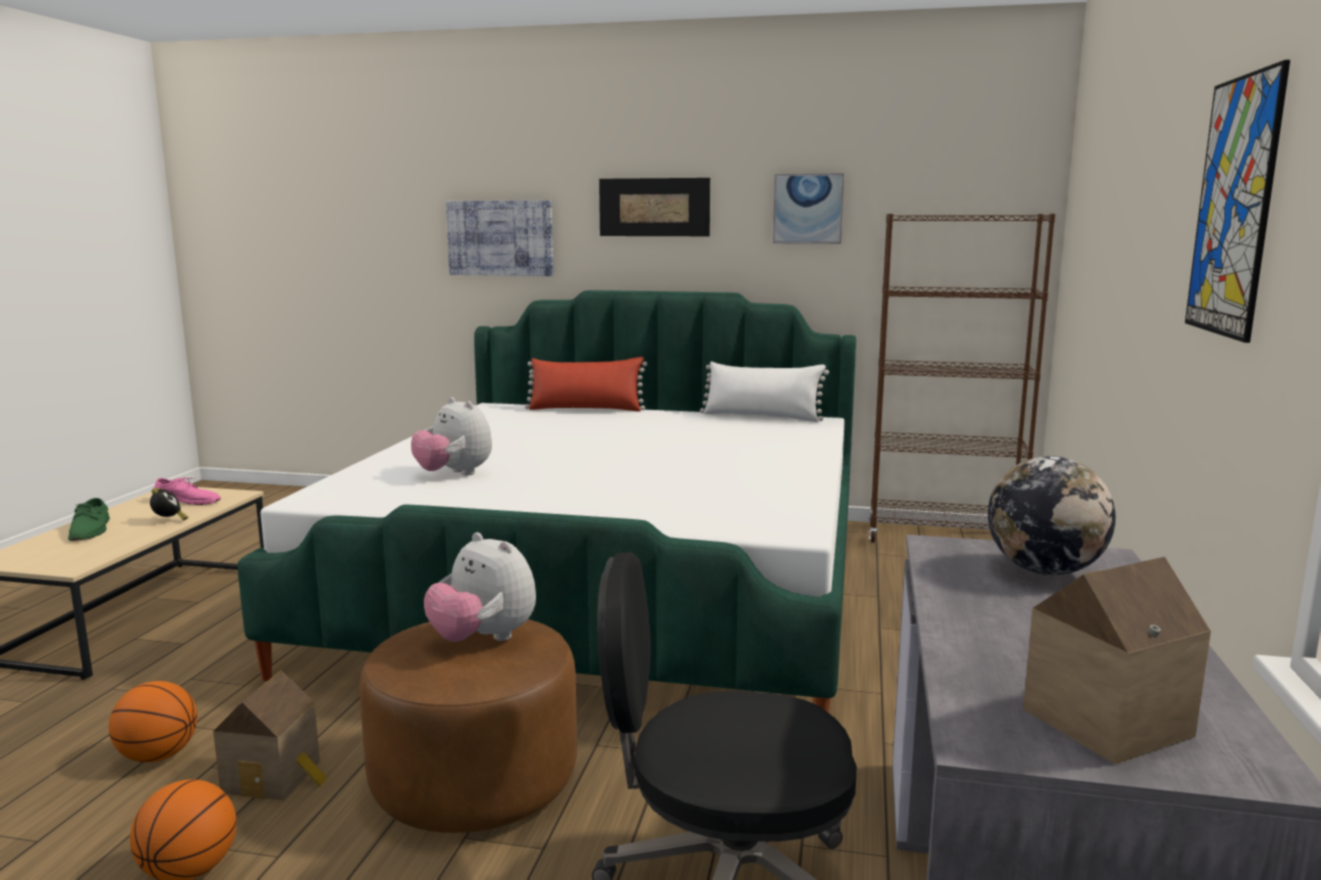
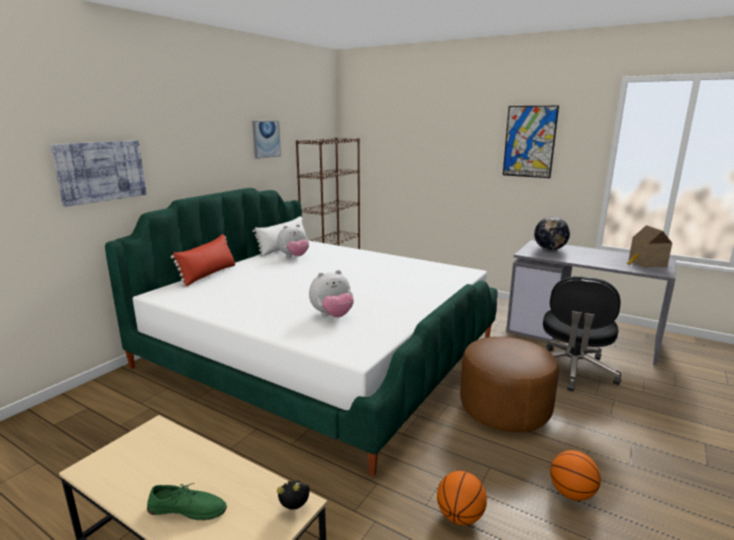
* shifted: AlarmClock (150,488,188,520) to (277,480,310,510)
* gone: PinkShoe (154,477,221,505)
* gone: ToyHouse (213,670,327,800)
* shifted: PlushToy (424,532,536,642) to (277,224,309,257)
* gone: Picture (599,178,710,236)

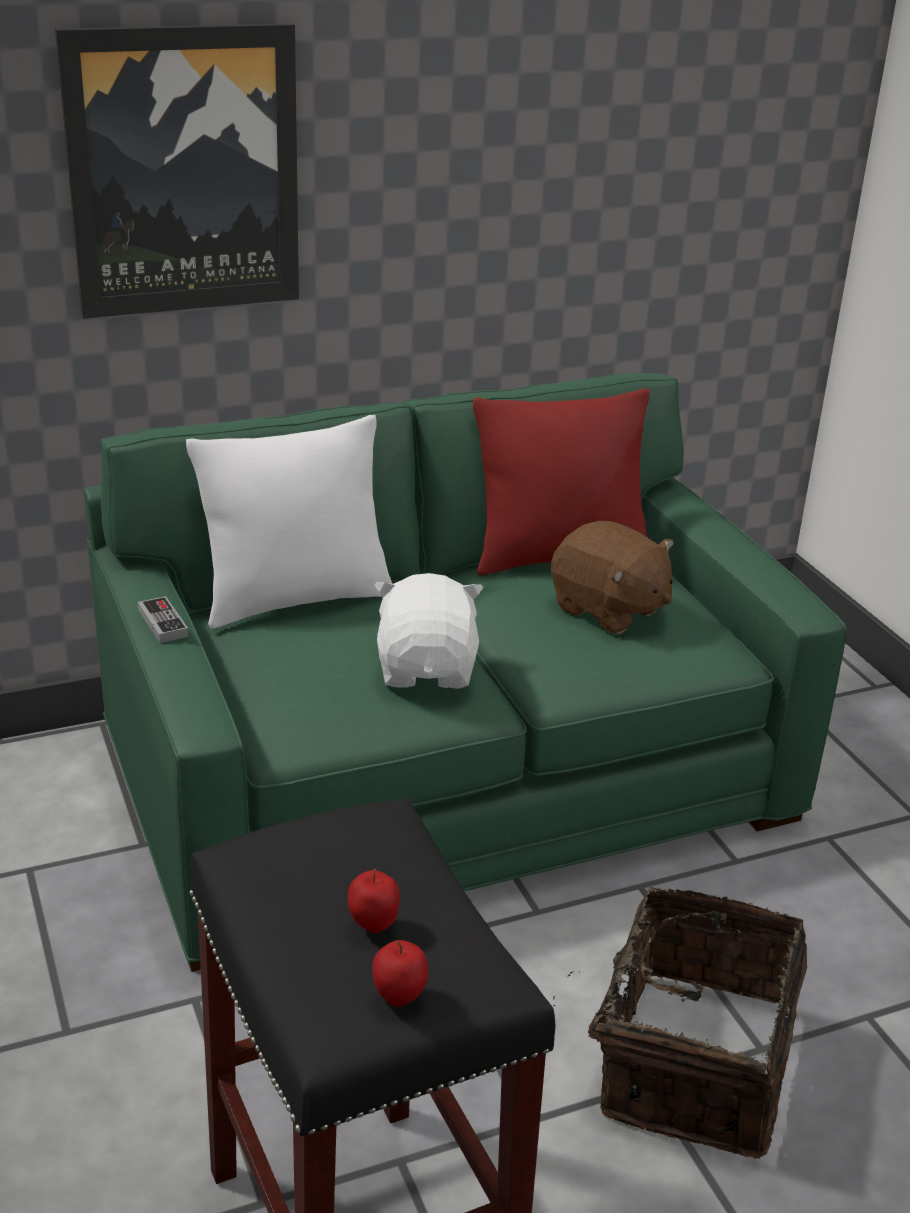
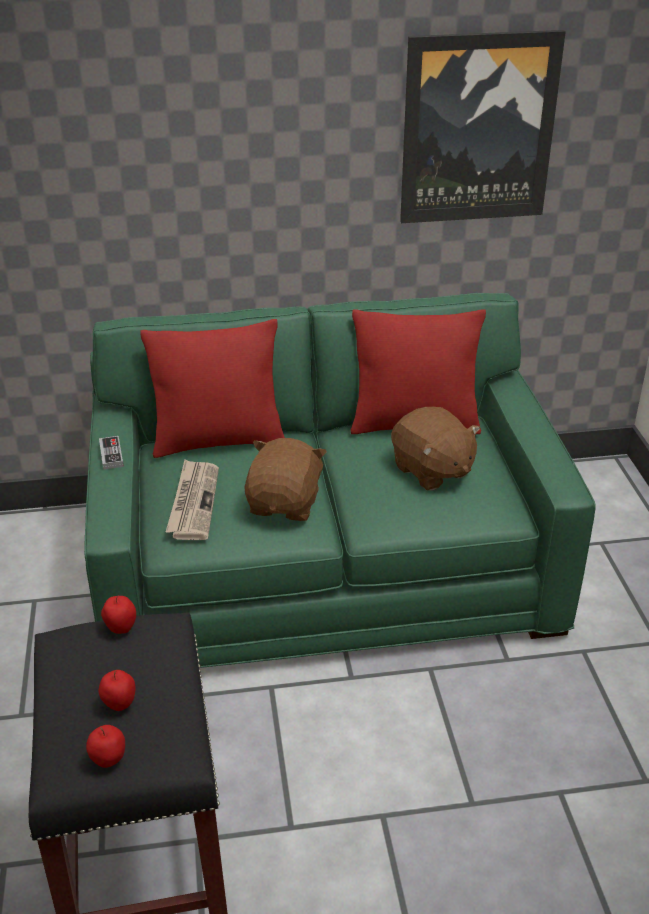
* shifted: Picture (55,23,299,319) to (400,30,566,223)
* repainted: WhitePillow (186,415,392,629) to RedPillow (141,319,285,458)
* repainted: WhitePlushToy (374,573,483,689) to BrownPlushToy (244,438,327,521)
* gone: Basket (553,887,807,1159)
* new: Apple (101,596,136,634)
* new: Newspaper (166,459,219,540)

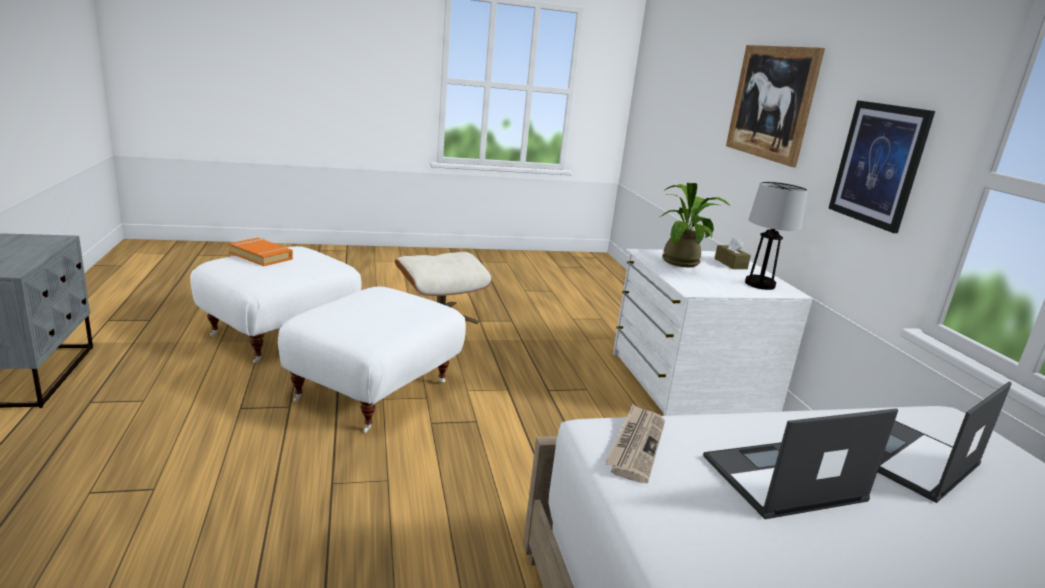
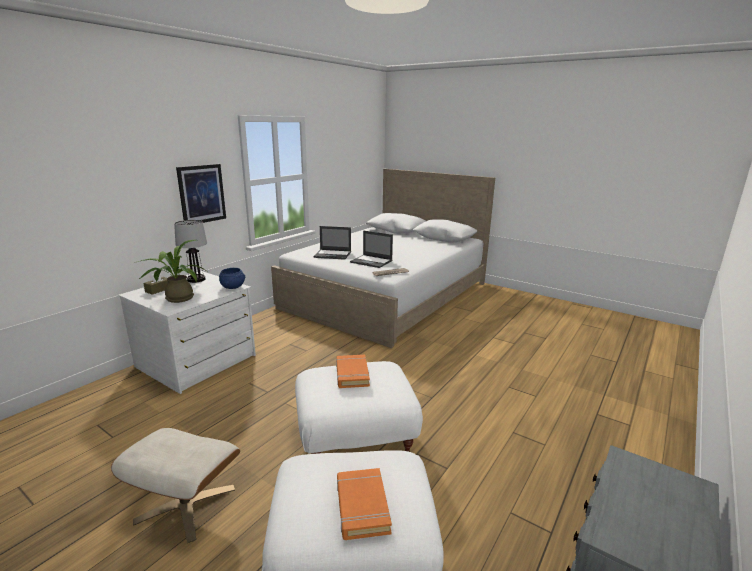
* gone: Picture (726,45,825,167)
* new: BlueBowl (219,268,245,289)
* new: OrangeBook (336,355,370,388)

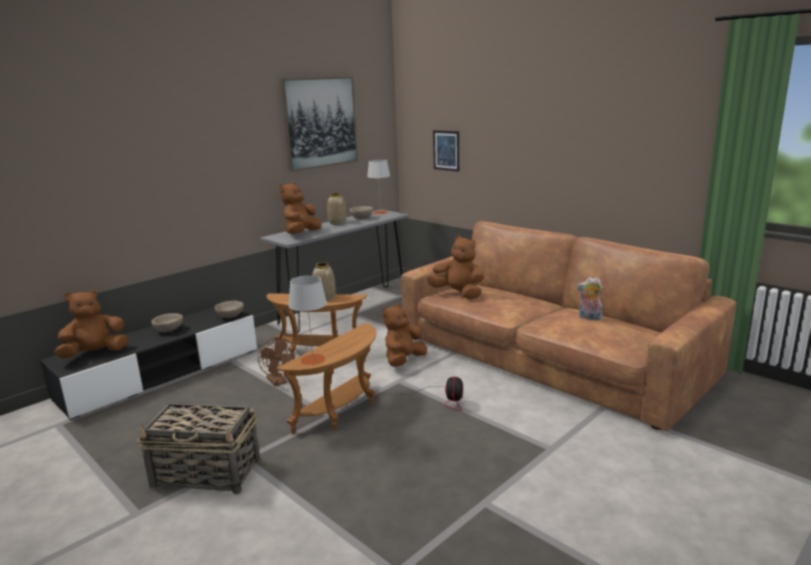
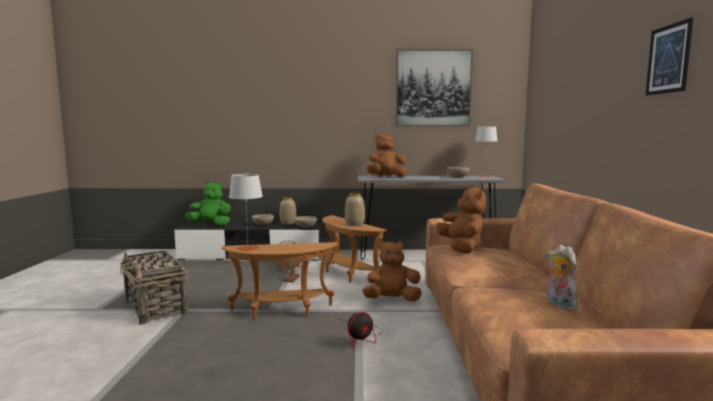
* repainted: BrownPlushToy (54,290,128,358) to GreenPlushToy (186,181,231,226)
* shifted: Vase (327,193,347,225) to (280,197,296,224)
* shifted: Picture (433,130,459,172) to (646,17,693,96)

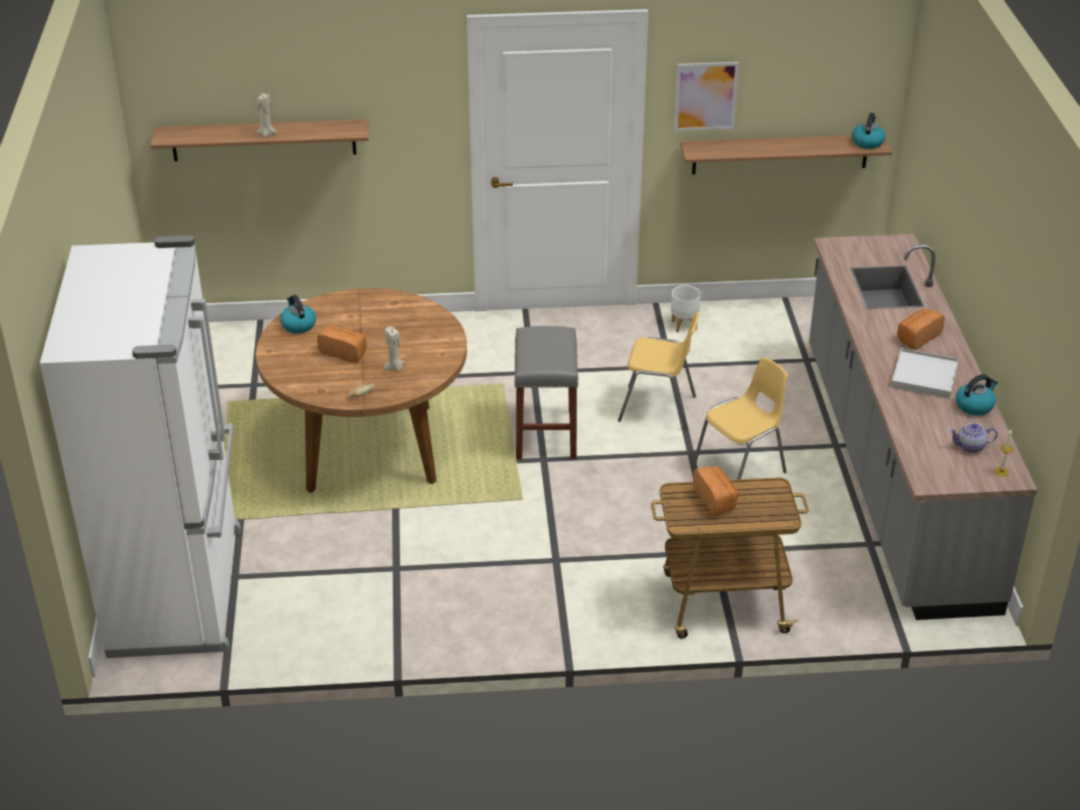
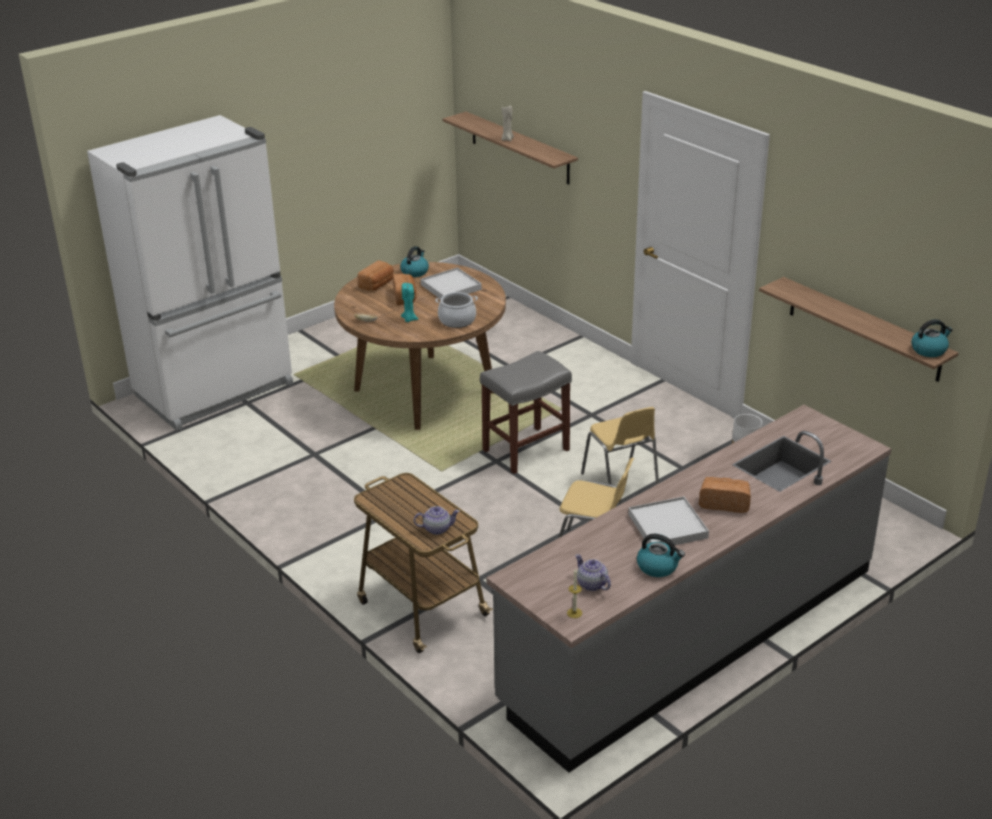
* repainted: BeigeCandle (383,326,404,371) to TurquoiseCandle (401,283,418,322)
* gone: Picture (674,62,739,131)
* shifted: Bread (693,466,738,516) to (357,260,393,291)
* new: Teapot (414,506,460,535)
* new: WhiteTray (420,267,482,299)
* new: CookingPot (435,292,478,328)

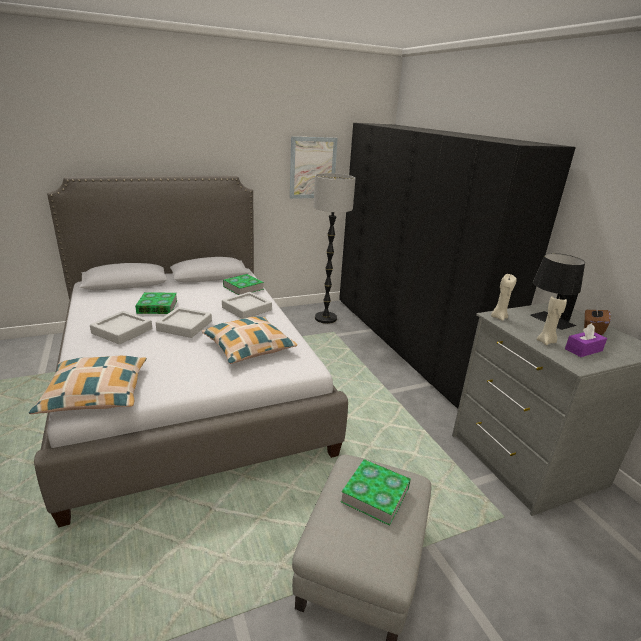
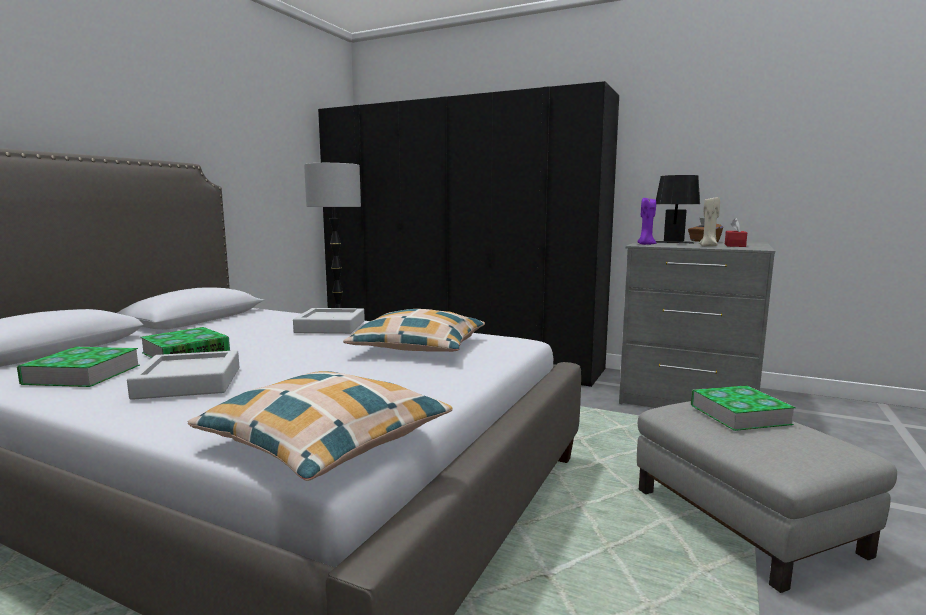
* gone: GreyTray (156,307,212,338)
* shifted: Book (223,274,264,295) to (17,347,140,387)
* gone: Picture (290,136,338,199)
* repainted: BeigeCandle (491,274,517,321) to PurpleCandle (637,198,656,245)
* repainted: PurpleTissueBox (565,323,607,357) to RedTissueBox (725,218,747,247)

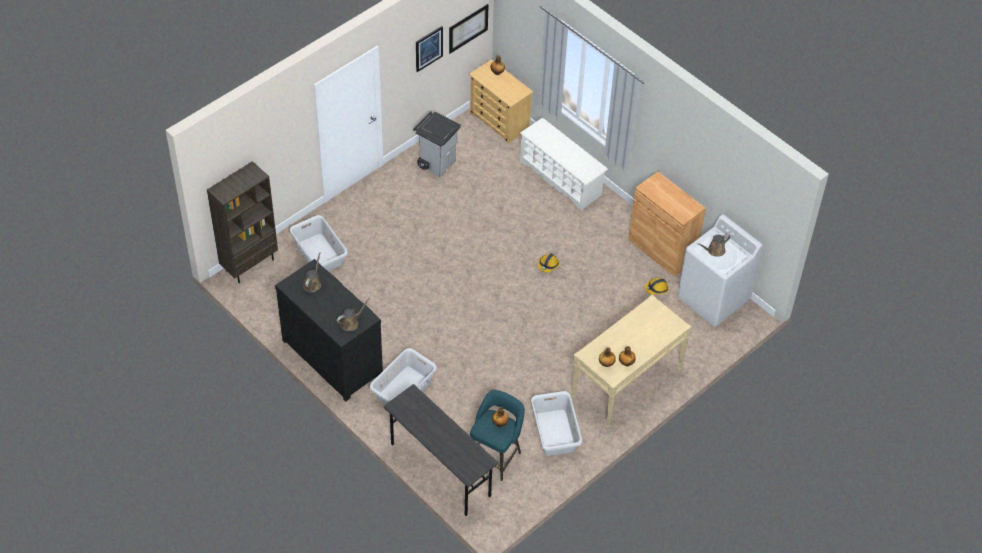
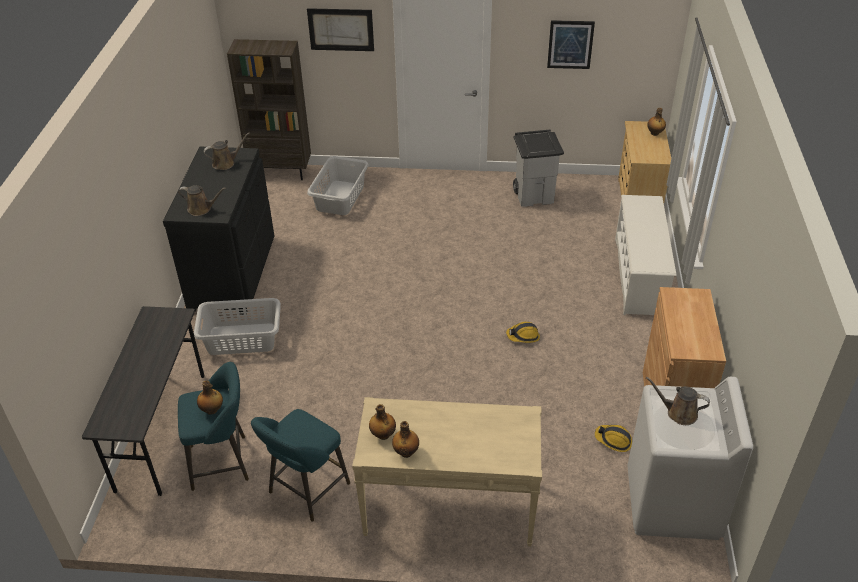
* shifted: Picture (449,4,489,54) to (307,8,374,51)
* swapped: GreyLaundryBasket (531,391,582,456) to TurquoiseStool (251,409,350,522)

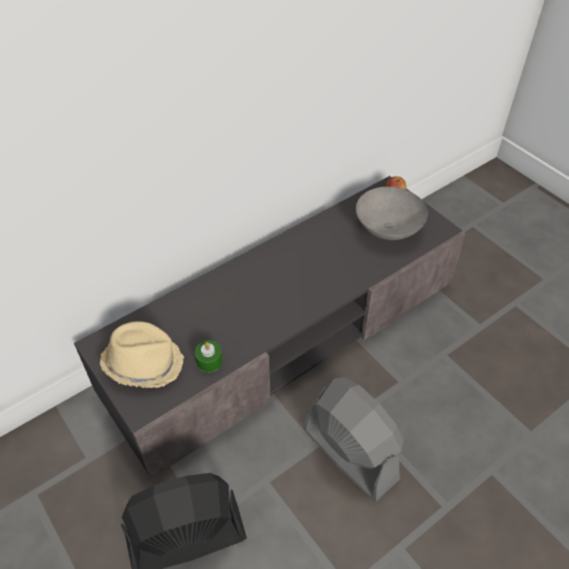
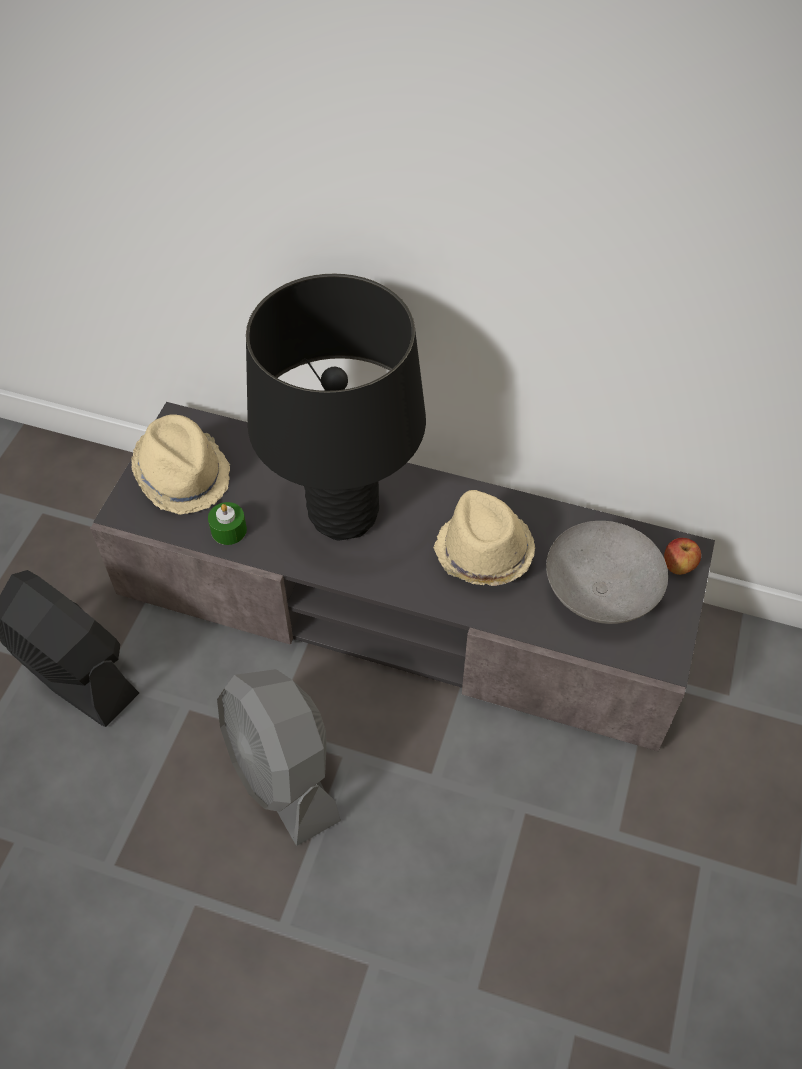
* rotated: GreyFan (303,377,403,501) = (217,669,341,846) 135 degrees clockwise
* new: BlackTableLamp (246,274,426,541)
* new: BeigeHat (433,490,535,586)

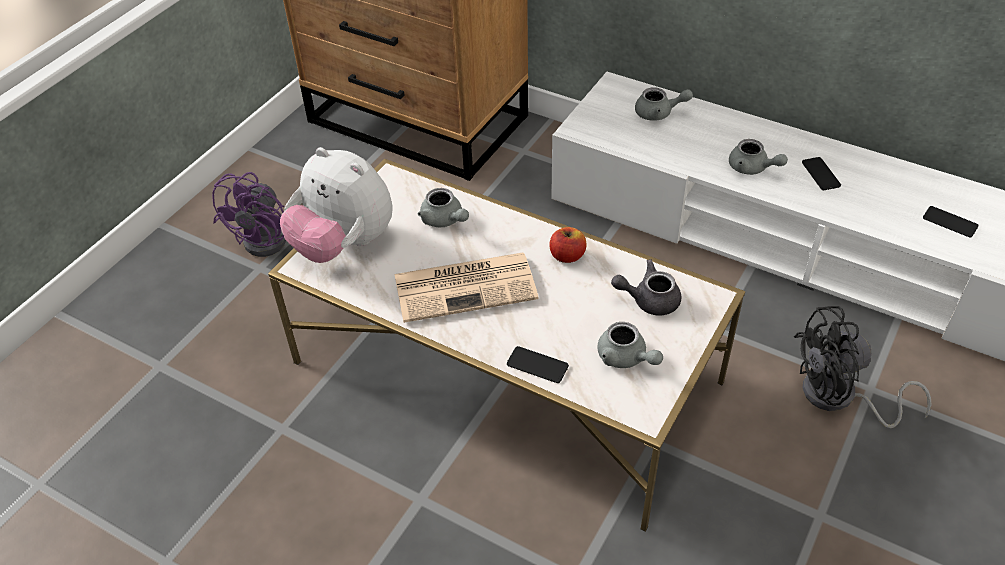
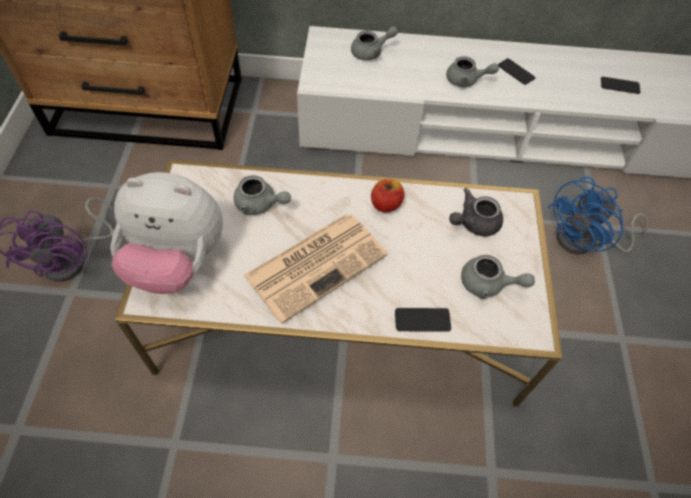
* repainted: BlackFan (794,306,932,428) to BlueFan (548,176,649,254)

